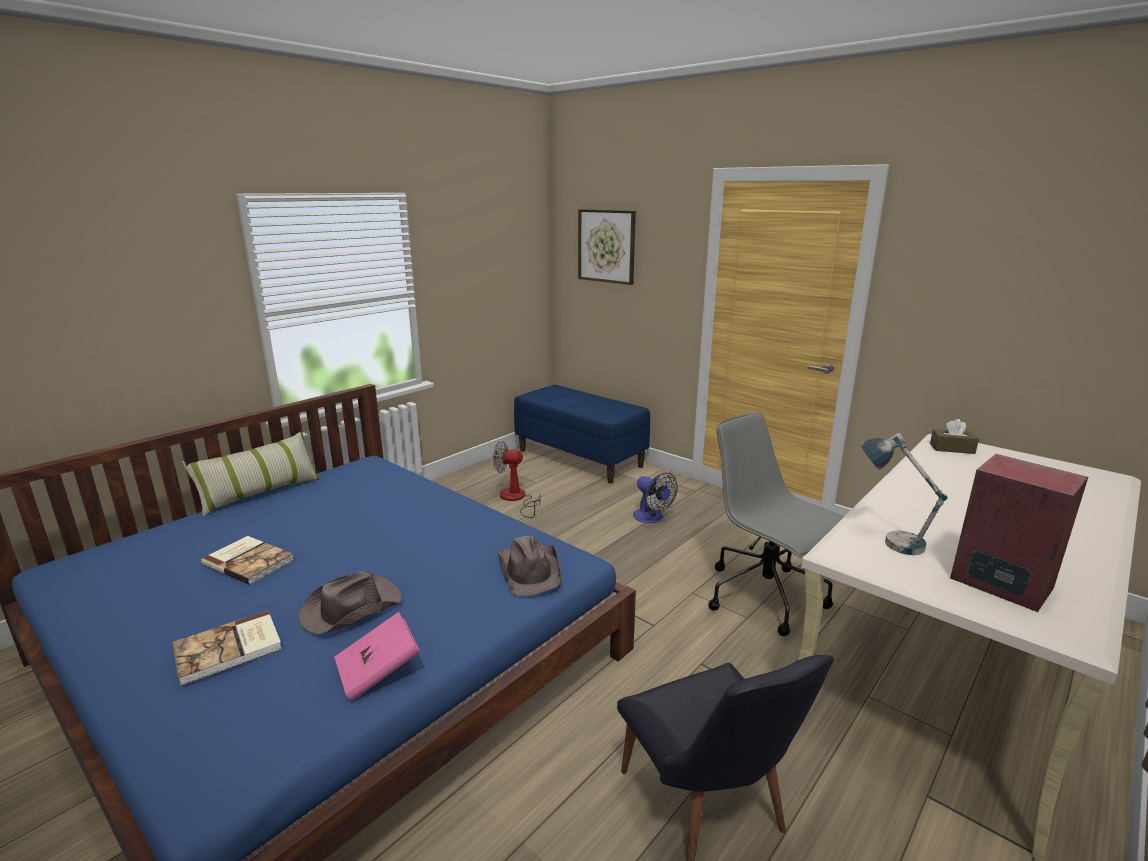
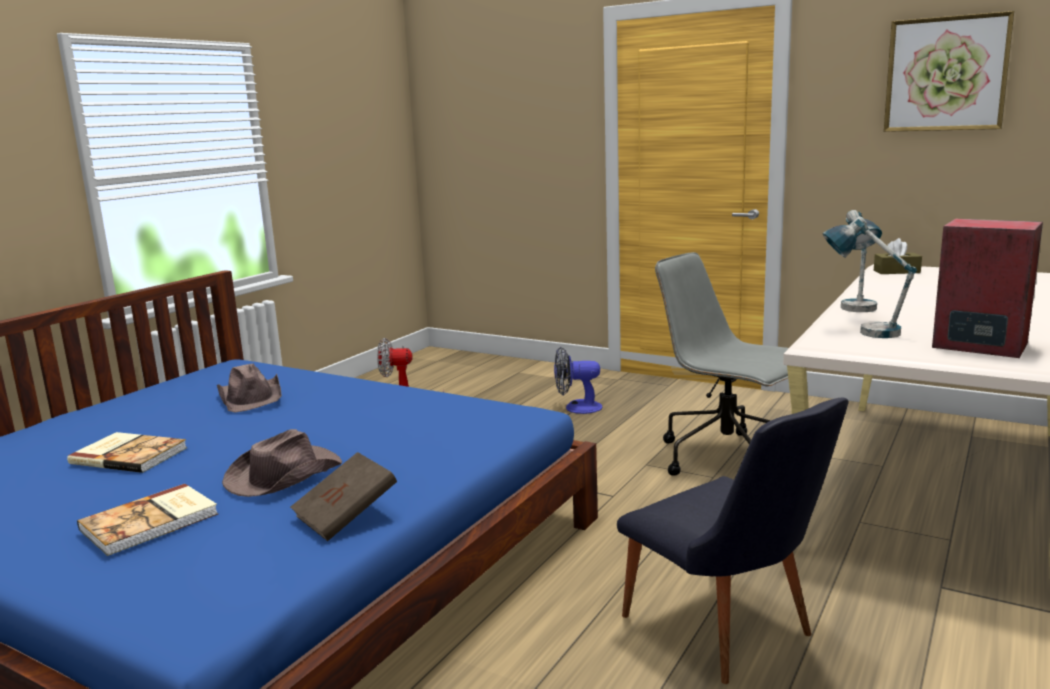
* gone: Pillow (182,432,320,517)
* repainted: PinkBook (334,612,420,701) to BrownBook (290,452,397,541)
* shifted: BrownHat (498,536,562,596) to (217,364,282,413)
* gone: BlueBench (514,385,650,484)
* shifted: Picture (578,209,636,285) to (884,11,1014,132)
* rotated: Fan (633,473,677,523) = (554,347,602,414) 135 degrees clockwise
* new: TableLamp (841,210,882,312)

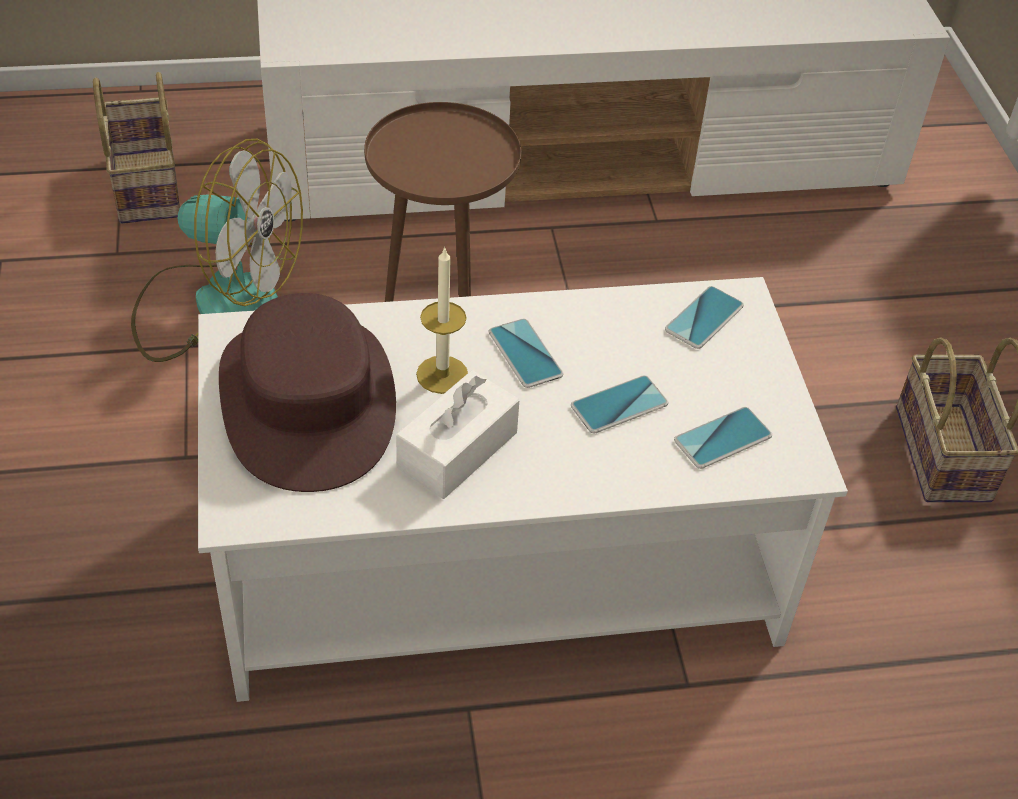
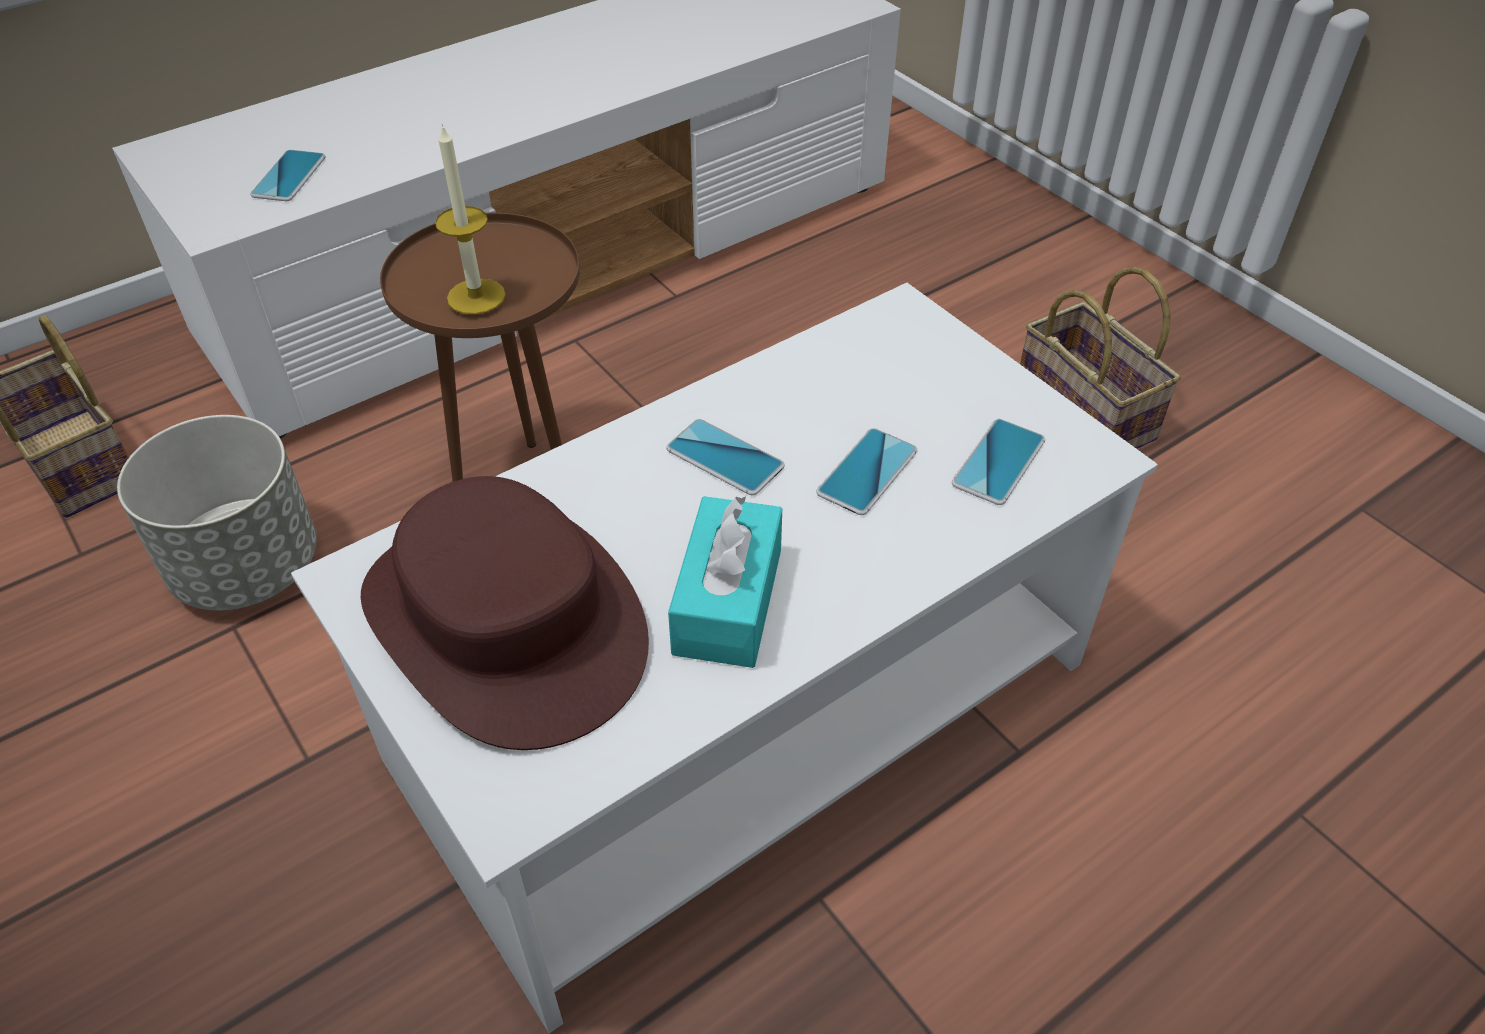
* swapped: Fan (131,139,303,362) to GreyPlanter (117,415,317,611)
* repainted: WhiteTissueBox (396,370,519,499) to TurquoiseTissueBox (668,496,782,668)
* shifted: Candle (416,246,468,394) to (435,124,506,315)
* shifted: Phone (665,286,744,349) to (250,150,326,201)

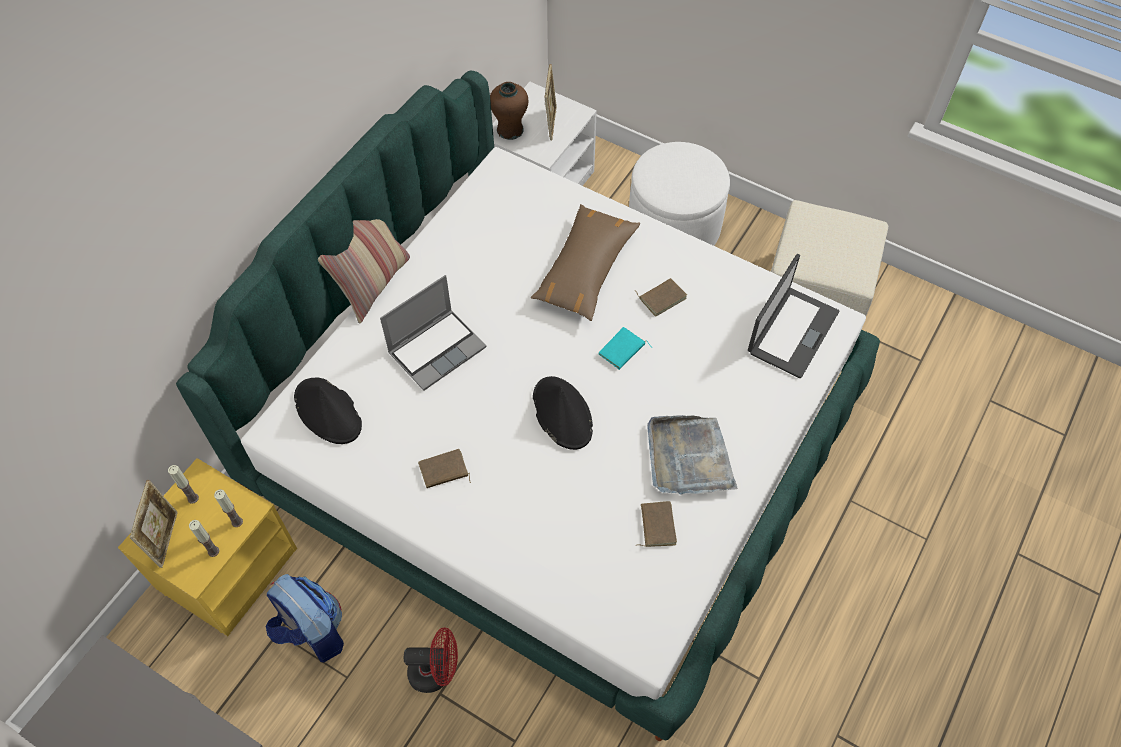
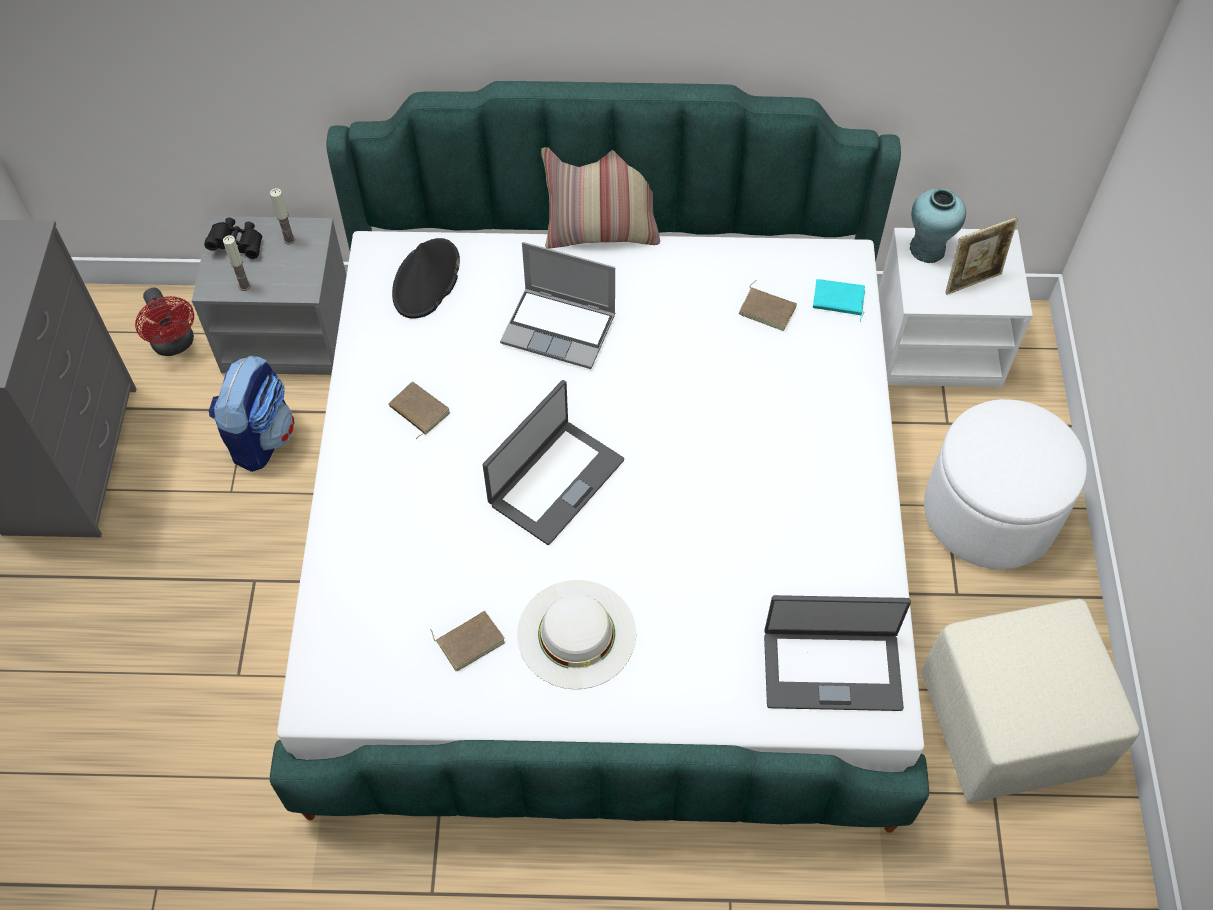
* repainted: YellowNightstand (118,458,297,636) to GreyNightstand (192,216,347,375)
* swapped: PictureFrame (129,480,177,568) to BlackBinoculars (204,218,262,259)
* gone: Candle (214,489,243,527)
* shifted: RedFan (404,628,458,693) to (135,288,194,356)
* repainted: BrownVase (490,82,528,140) to TurquoiseVase (910,188,966,263)
* gone: BrownPillow (531,204,640,321)
* swapped: BlackHat (533,376,593,450) to Laptop (483,380,624,545)
* shifted: TurquoiseBook (598,327,652,370) to (813,279,865,322)
* shifted: BrownBook (634,278,687,316) to (738,280,797,331)
* swapped: GreyTray (647,415,738,494) to WhiteHat (517,580,636,689)

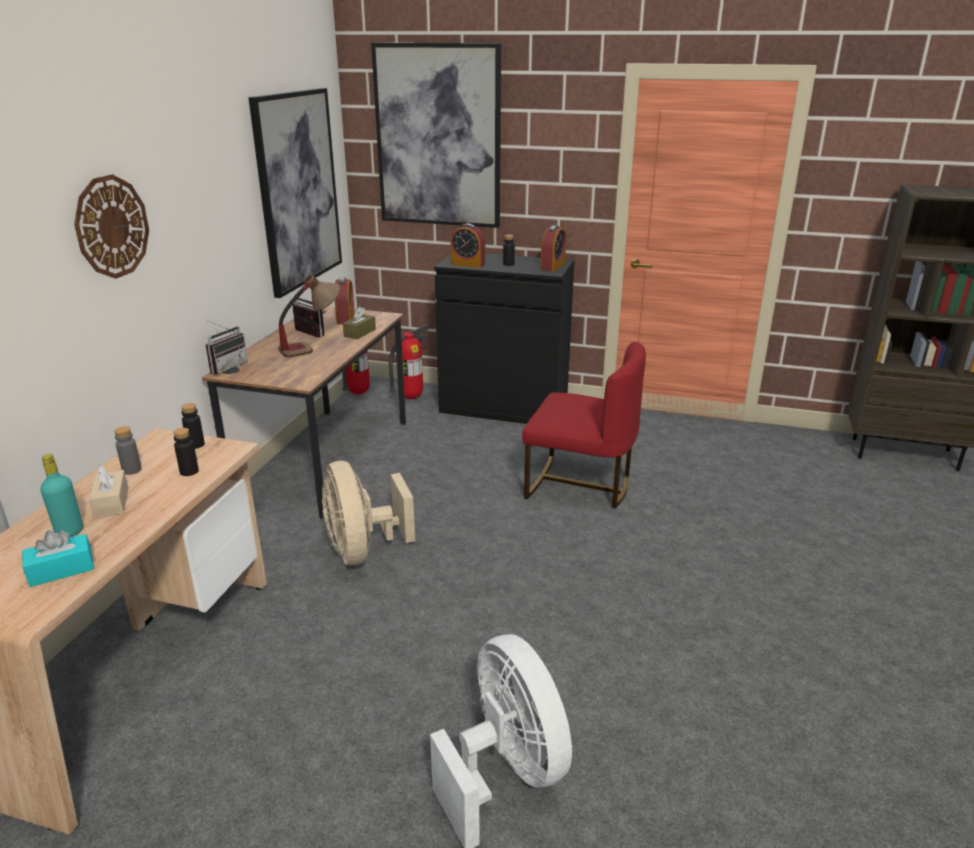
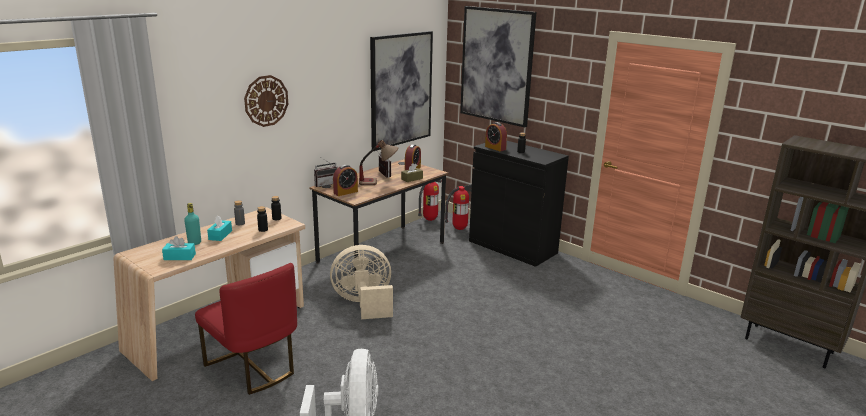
* repainted: BeigeTissueBox (89,465,128,518) to TurquoiseTissueBox (207,215,232,241)
* rotated: BeigeFan (322,461,415,565) = (330,245,393,319) 75 degrees clockwise
* shifted: RedChair (522,342,646,509) to (195,263,297,395)
* shifted: AlarmClock (541,225,566,272) to (333,165,358,196)

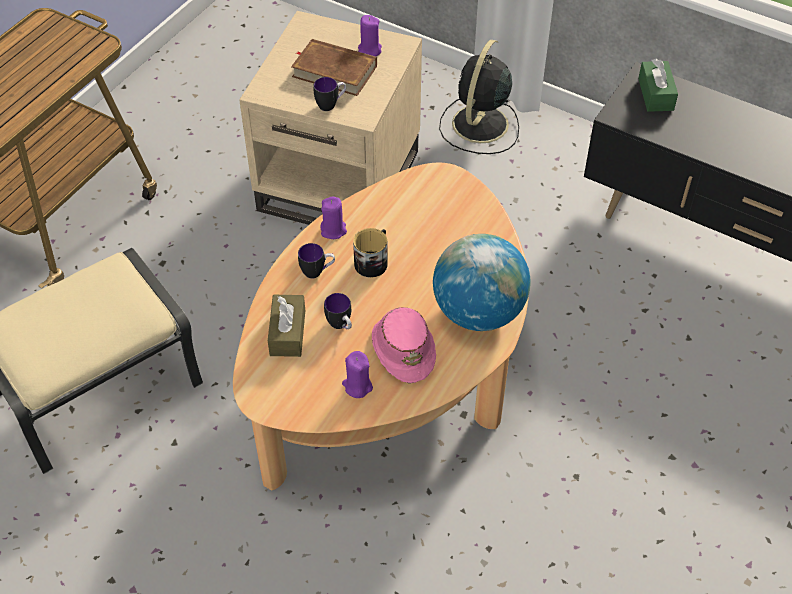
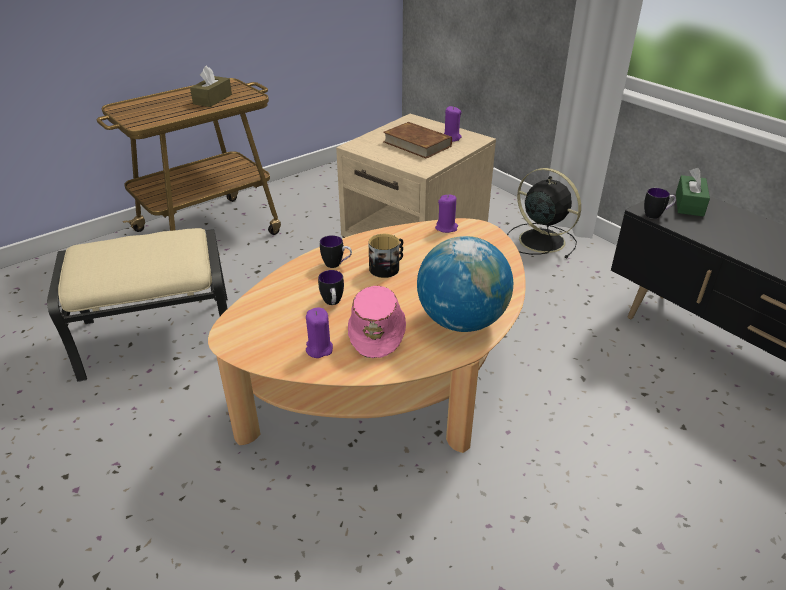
* shifted: BrownTissueBox (268,295,305,357) to (190,65,232,107)
* shifted: Mug (314,77,346,111) to (644,188,676,219)
* shifted: PurpleCandle (320,197,347,239) to (435,194,458,233)
* rotated: BlackFan (439,40,519,154) = (507,168,581,258) 90 degrees clockwise

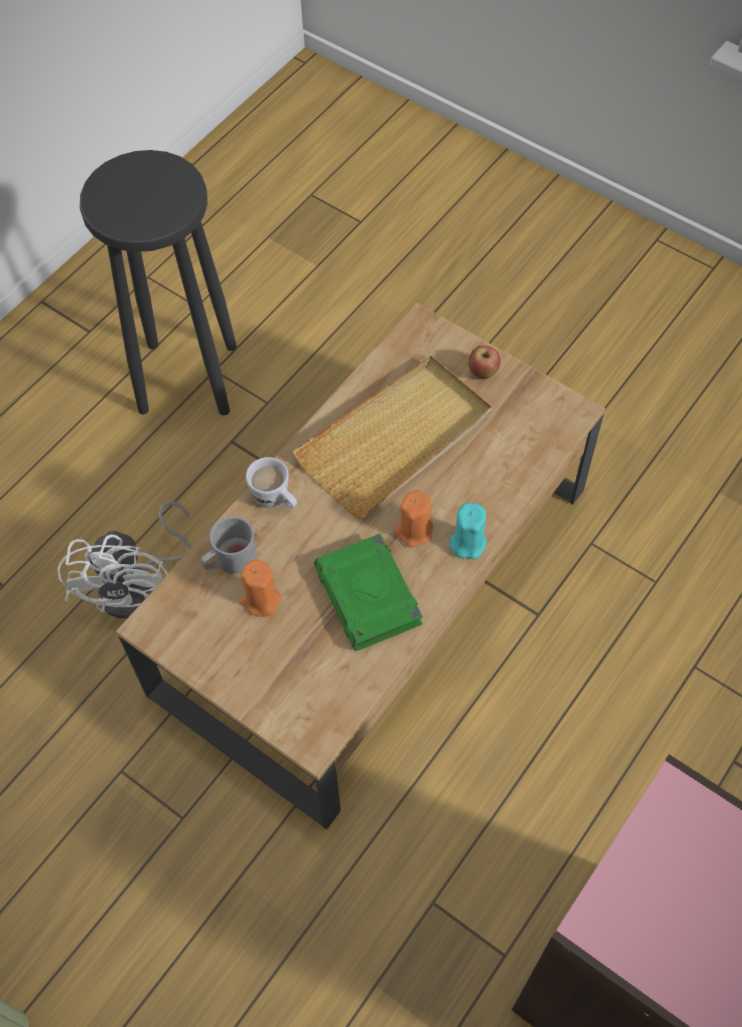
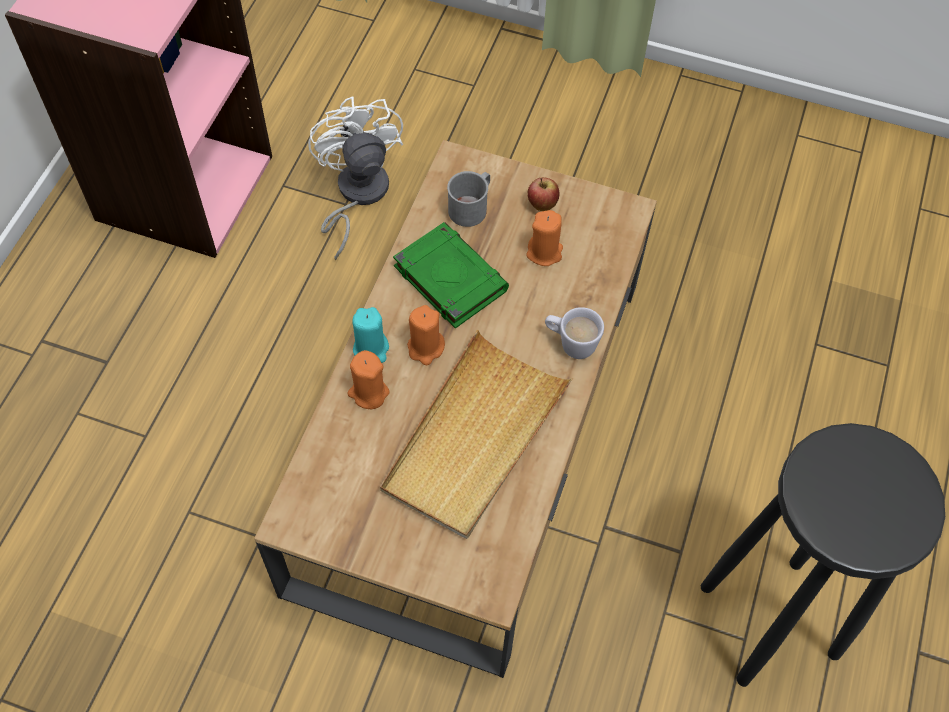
* shifted: WhiteFan (57,501,191,619) to (308,96,403,260)
* shifted: GreyMug (201,516,257,574) to (447,171,490,227)
* shifted: Apple (468,345,500,379) to (527,177,560,211)
* new: OrangeCandle (347,350,390,409)

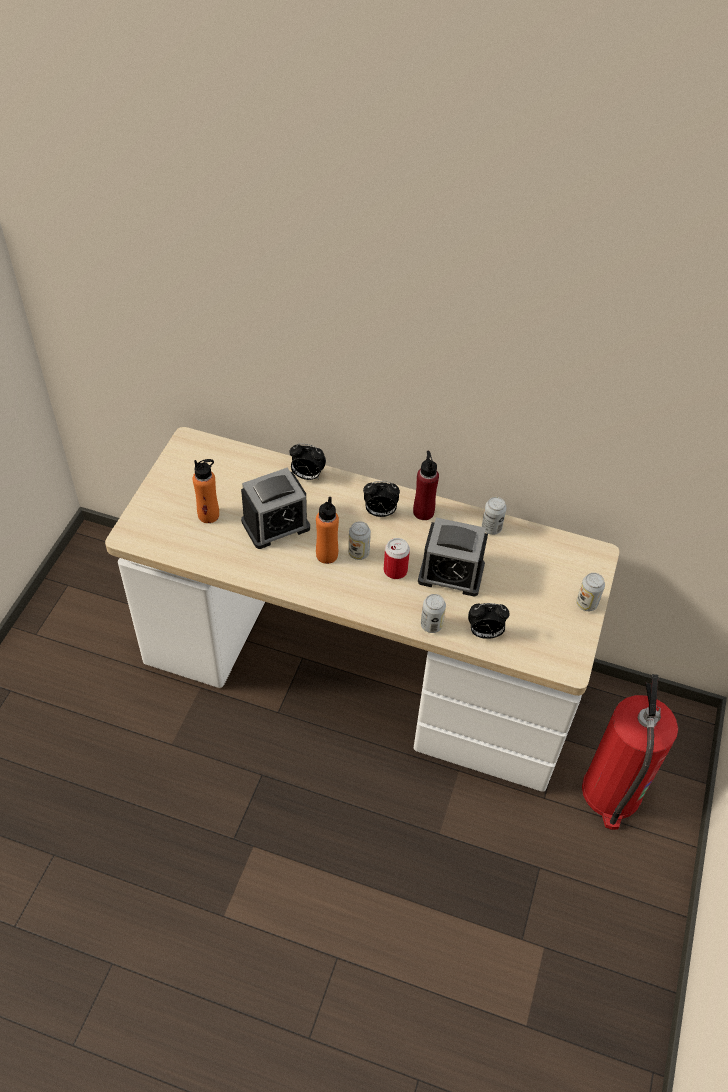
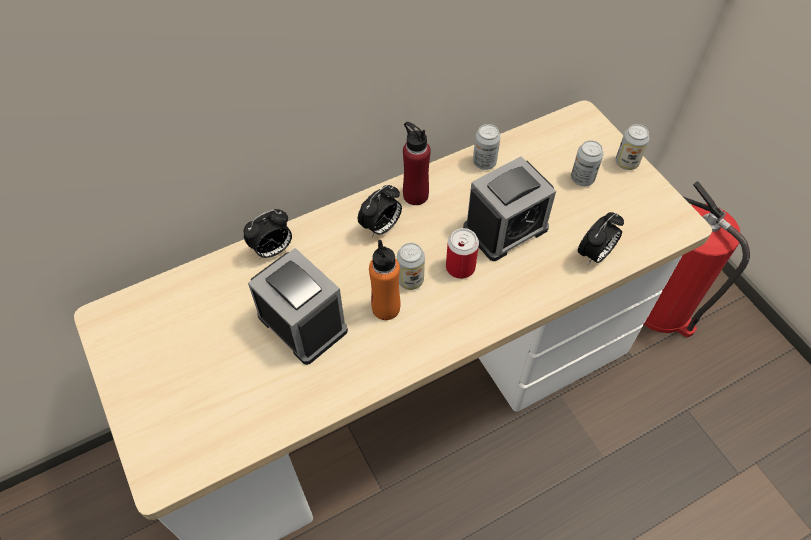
* gone: OrangeBottle (193,459,219,523)
* rotated: AlarmClock (241,467,310,549) = (248,248,348,365) 60 degrees counterclockwise
* shifted: Can (421,594,446,633) to (571,140,604,186)

